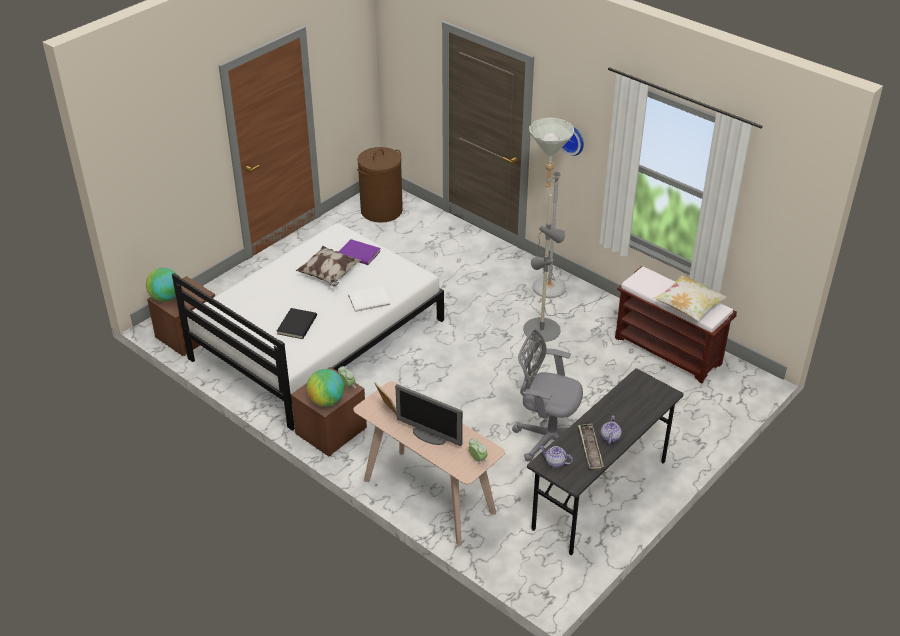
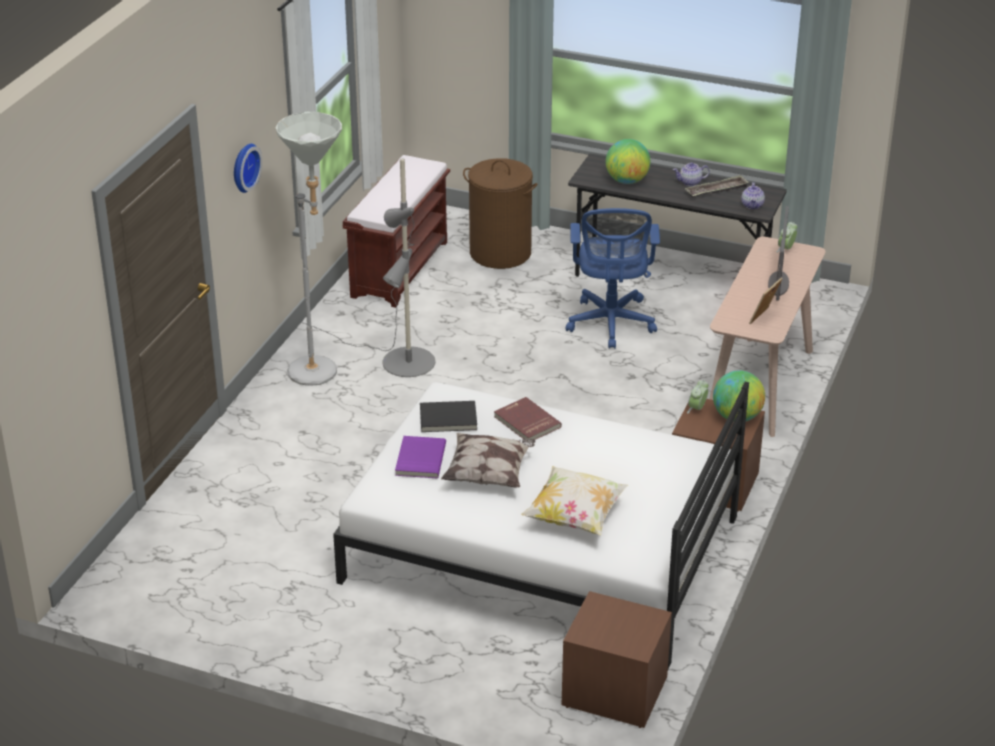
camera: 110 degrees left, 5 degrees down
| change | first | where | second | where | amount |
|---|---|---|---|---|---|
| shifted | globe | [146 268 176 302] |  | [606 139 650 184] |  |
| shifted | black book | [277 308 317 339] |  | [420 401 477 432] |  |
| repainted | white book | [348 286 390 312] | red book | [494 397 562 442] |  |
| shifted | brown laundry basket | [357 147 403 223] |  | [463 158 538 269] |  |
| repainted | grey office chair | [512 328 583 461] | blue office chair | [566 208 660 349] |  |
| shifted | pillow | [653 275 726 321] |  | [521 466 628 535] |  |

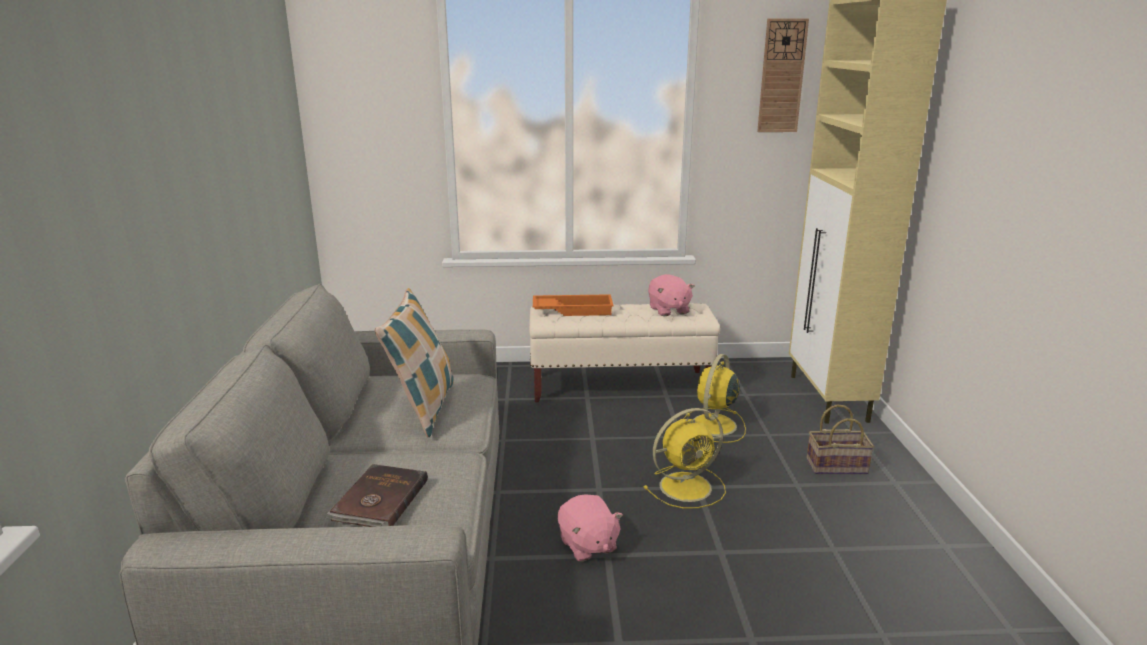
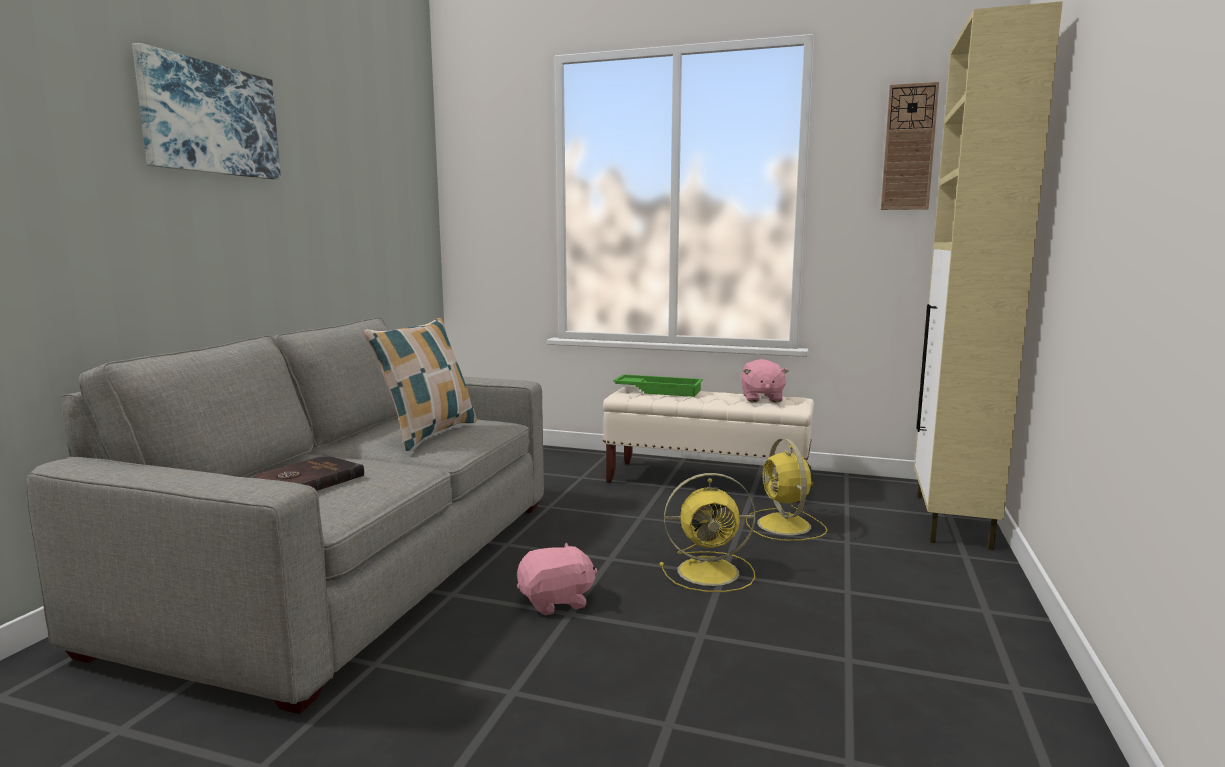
camera: 20 degrees right, 10 degrees down
| change | first | where | second | where | amount |
|---|---|---|---|---|---|
| repainted | orange tray | [533 294 614 316] | green tray | [613 374 703 397] |  |
| rotated | pink plush toy | [558 494 623 562] |  | [517 542 597 616] | 105 degrees counterclockwise |
| rotated | yellow fan | [683 354 746 443] |  | [746 438 827 541] | 60 degrees counterclockwise |
| gone | basket | [806 404 874 474] |  |  |  |
| new |  |  | picture | [132 43 281 179] |  |

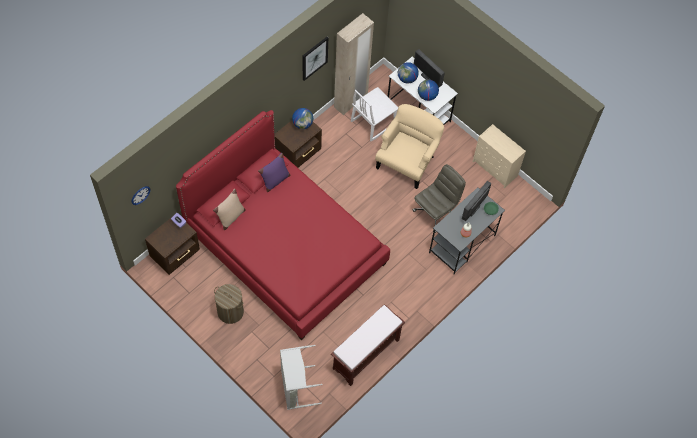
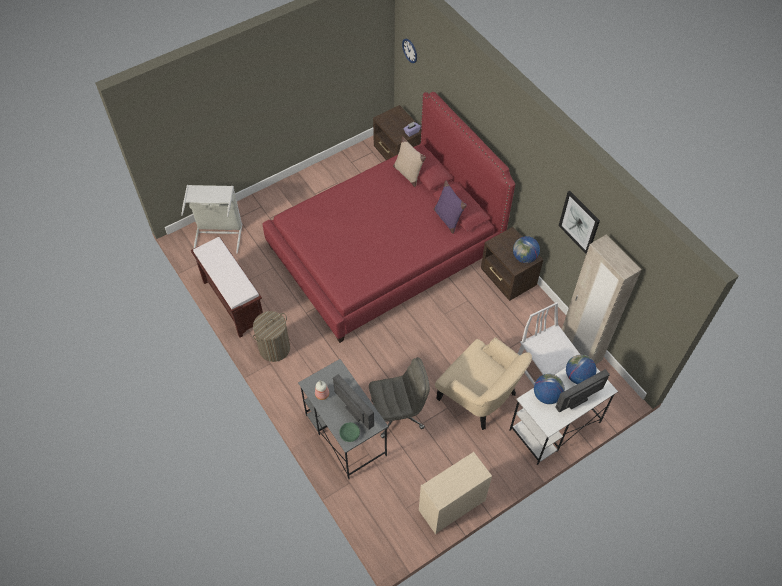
camera: 105 degrees right, 5 degrees down
| change | first | where | second | where | amount |
|---|---|---|---|---|---|
| shifted | laundry basket | [214 284 244 324] |  | [253 311 290 362] |  |
| rotated | grey office chair | [412 164 466 233] |  | [369 357 430 438] | 75 degrees counterclockwise |

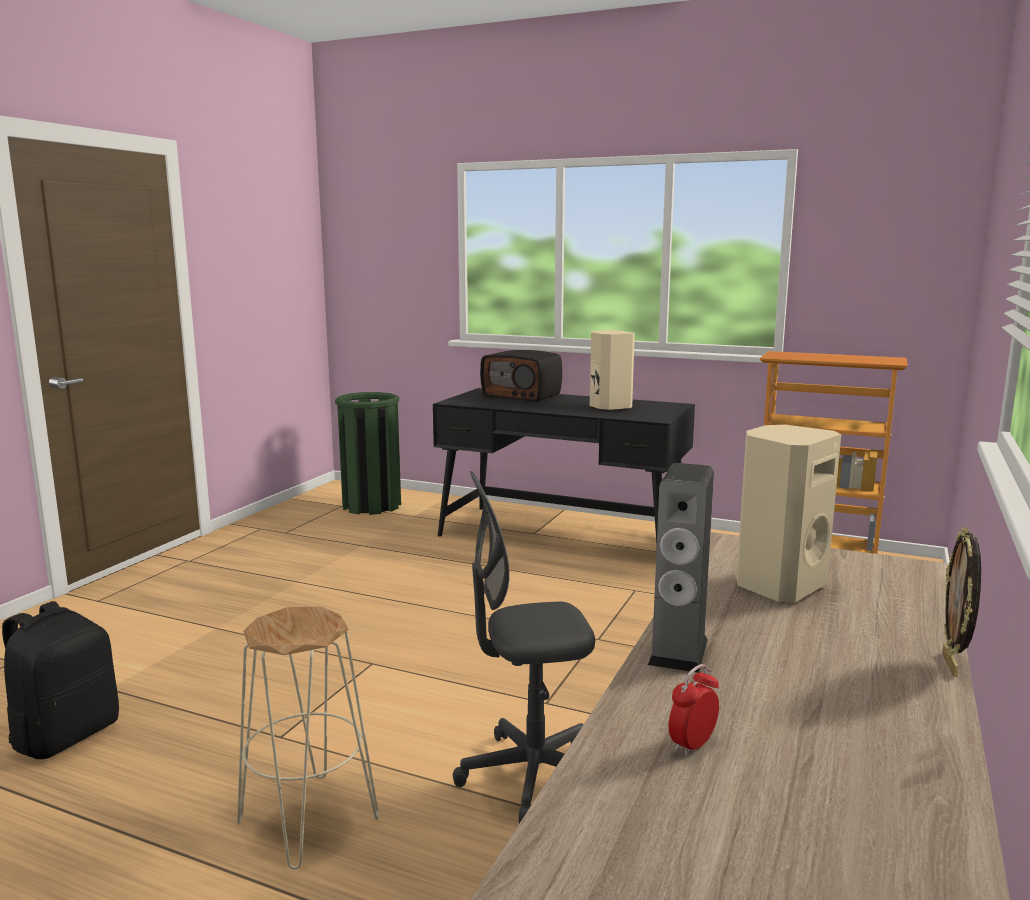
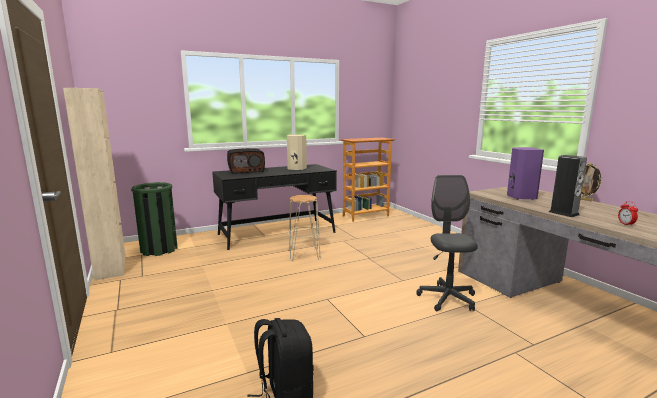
camera: 50 degrees left, 0 degrees up
| change | first | where | second | where | amount |
|---|---|---|---|---|---|
| shifted | beige stool | [237 607 379 870] |  | [288 195 320 261] |  |
| rotated | grey office chair | [453 471 595 823] |  | [416 175 478 312] | 150 degrees clockwise |
| repainted | beige speaker | [737 425 841 603] | purple speaker | [507 147 544 200] |  |
| new |  |  | beige cabinet | [63 88 126 280] |  |

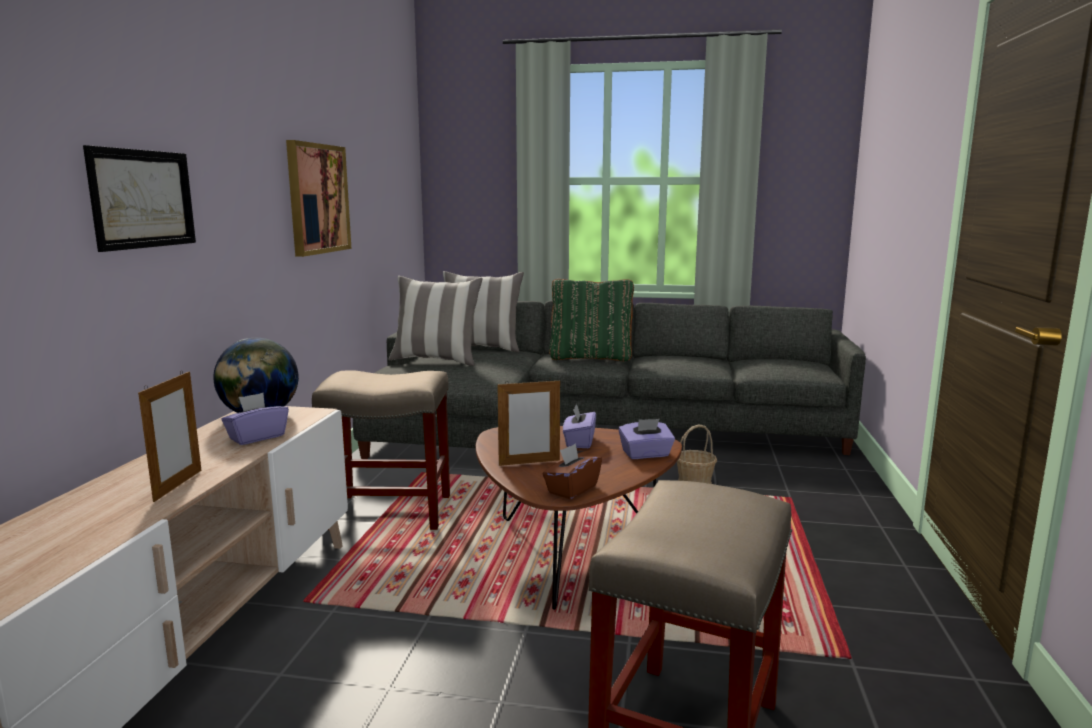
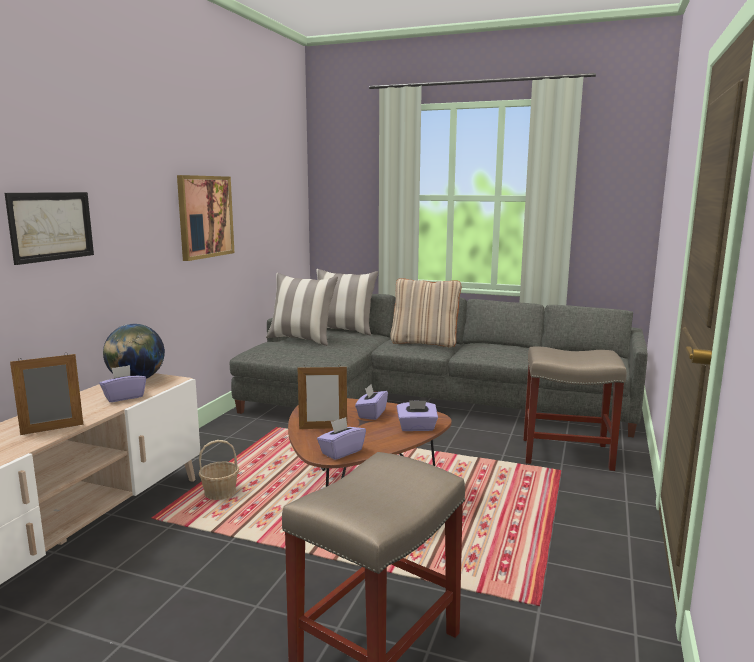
camera: 10 degrees right, 0 degrees up
| change | first | where | second | where | amount |
|---|---|---|---|---|---|
| rotated | picture frame | [138 371 201 502] |  | [10 353 83 435] | 135 degrees counterclockwise |
| shifted | beige stool | [312 370 450 530] |  | [523 346 627 471] |  |
| repainted | brown tissue box | [543 443 602 499] | purple tissue box | [317 417 366 460] |  |
| repainted | green pillow | [549 279 634 361] | beige pillow | [390 278 461 348] |  |
| shifted | basket | [677 424 717 484] |  | [199 440 239 500] |  |

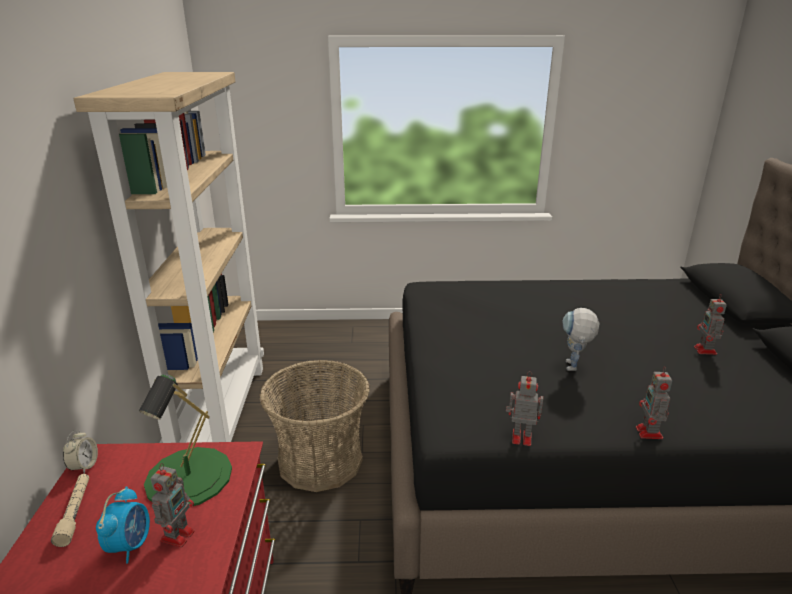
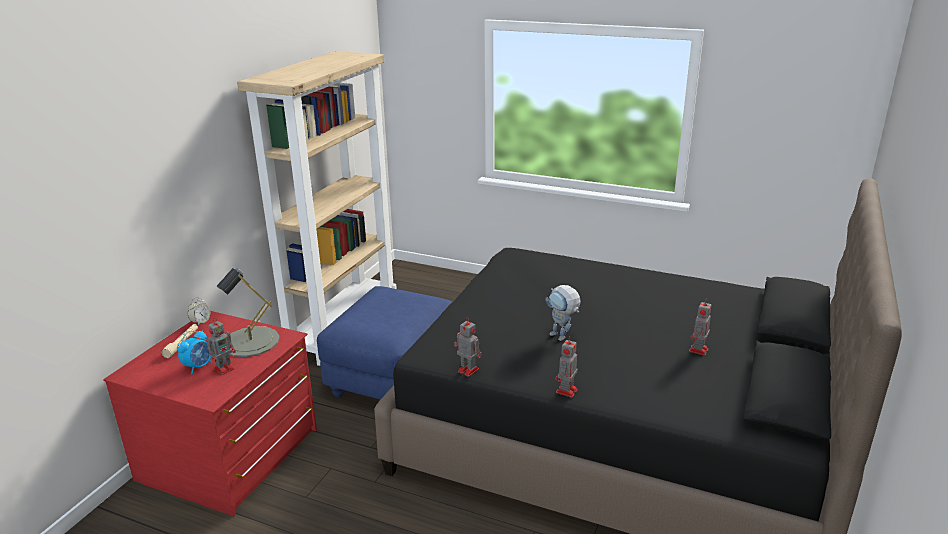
camera: 25 degrees right, 0 degrees up
| change | first | where | second | where | amount |
|---|---|---|---|---|---|
| repainted | green table lamp | [139 374 232 506] | grey table lamp | [217 268 280 357] |  |
| swapped | basket | [259 360 370 492] | blue ottoman | [317 286 452 400] |  |
| rotated | toy robot | [563 308 600 371] |  | [545 285 581 341] | 75 degrees counterclockwise |

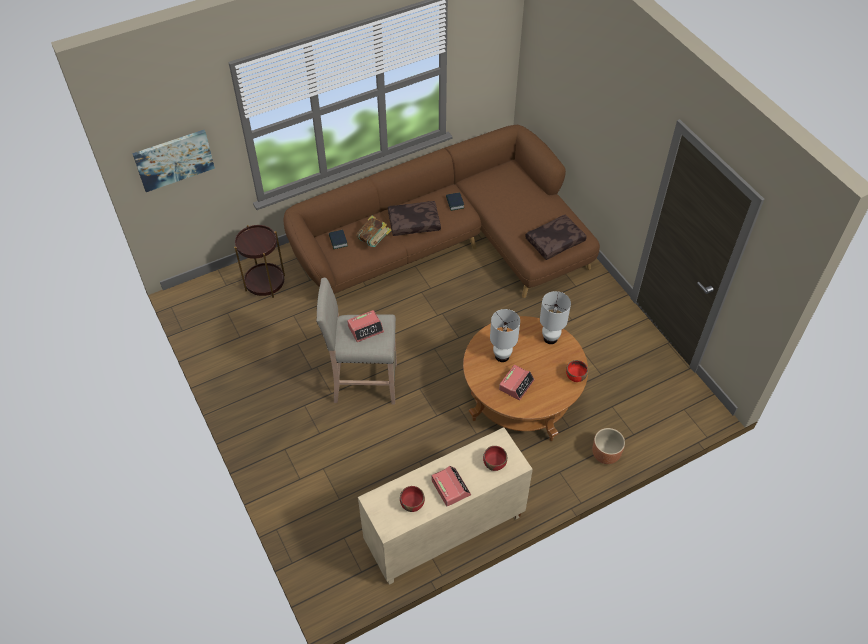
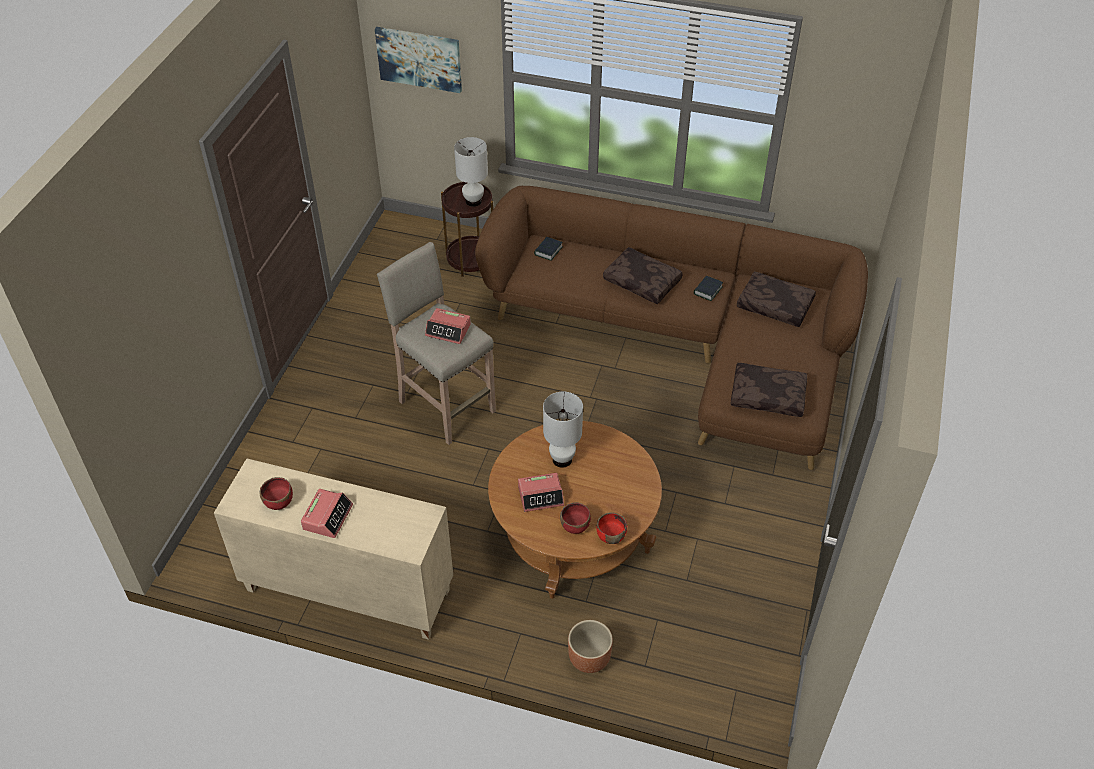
camera: 45 degrees right, 5 degrees down
| change | first | where | second | where | amount |
|---|---|---|---|---|---|
| gone | book | [356 216 391 247] |  |  |  |
| shifted | red bowl | [483 446 507 471] |  | [560 502 591 534] |  |
| shifted | white table lamp | [540 291 571 344] |  | [454 137 488 207] |  |
| new |  |  | brown pillow | [737 272 816 327] |  |

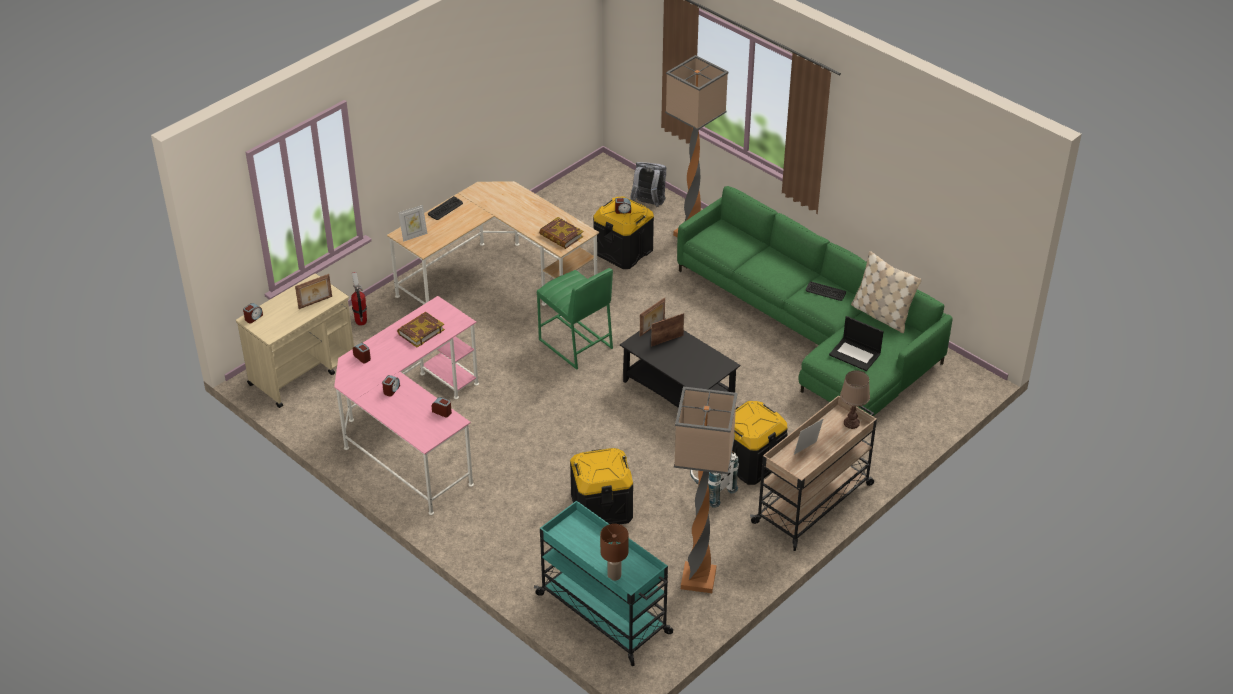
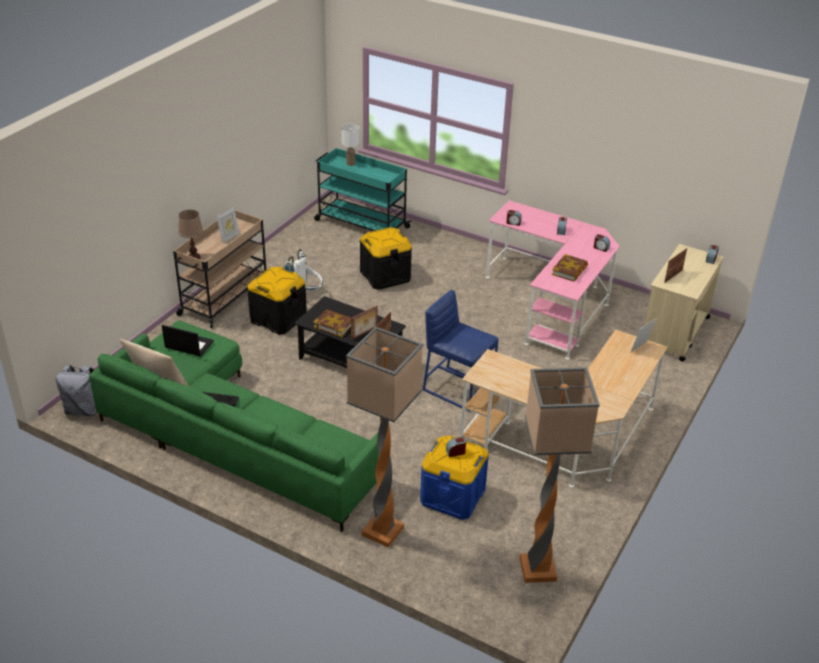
camera: 165 degrees right, 5 degrees down
| change | first | where | second | where | amount |
|---|---|---|---|---|---|
| gone | fire extinguisher | [351 272 367 326] |  |  |  |
| gone | keyboard | [428 196 463 220] |  |  |  |
| repainted | green stool | [537 268 613 370] | blue stool | [423 290 499 412] |  |
| shifted | book | [539 217 583 249] |  | [313 309 351 337] |  |
| repainted | black storage box | [593 196 654 269] | blue storage box | [420 435 489 520] |  |
| repainted | brown table lamp | [600 524 629 581] | white table lamp | [341 124 360 166] |  |
| shifted | grey backpack | [631 162 667 207] |  | [56 365 96 416] |  |
| shifted | floor lamp | [674 387 737 593] |  | [520 367 600 583] |  |

